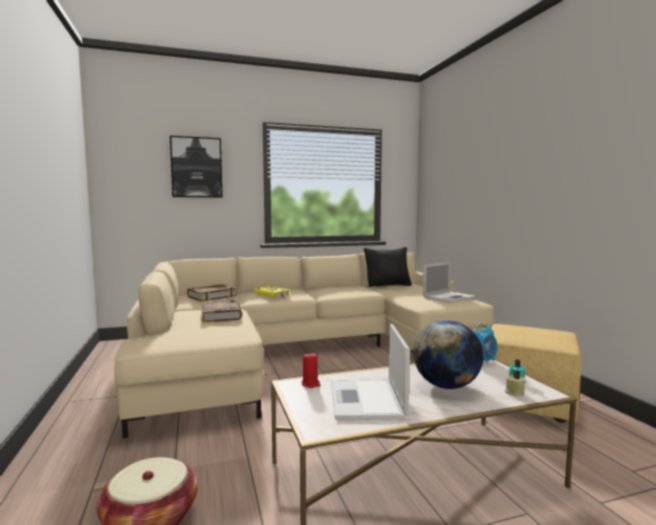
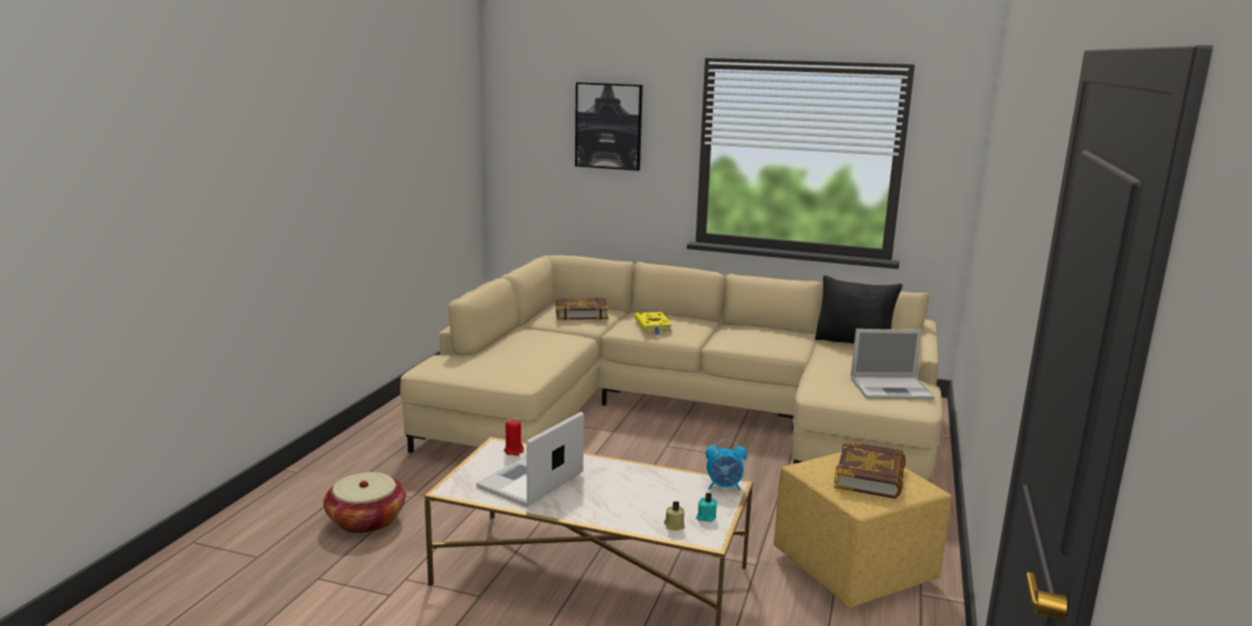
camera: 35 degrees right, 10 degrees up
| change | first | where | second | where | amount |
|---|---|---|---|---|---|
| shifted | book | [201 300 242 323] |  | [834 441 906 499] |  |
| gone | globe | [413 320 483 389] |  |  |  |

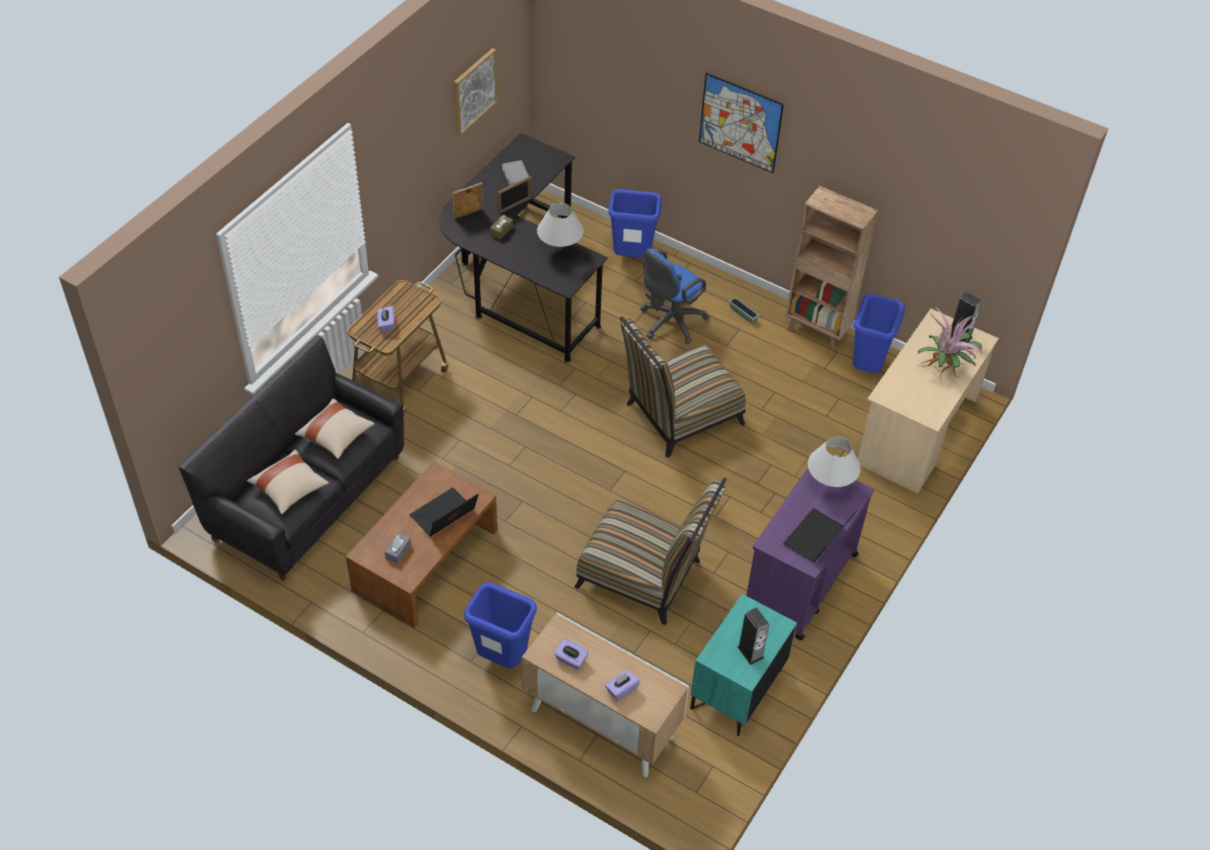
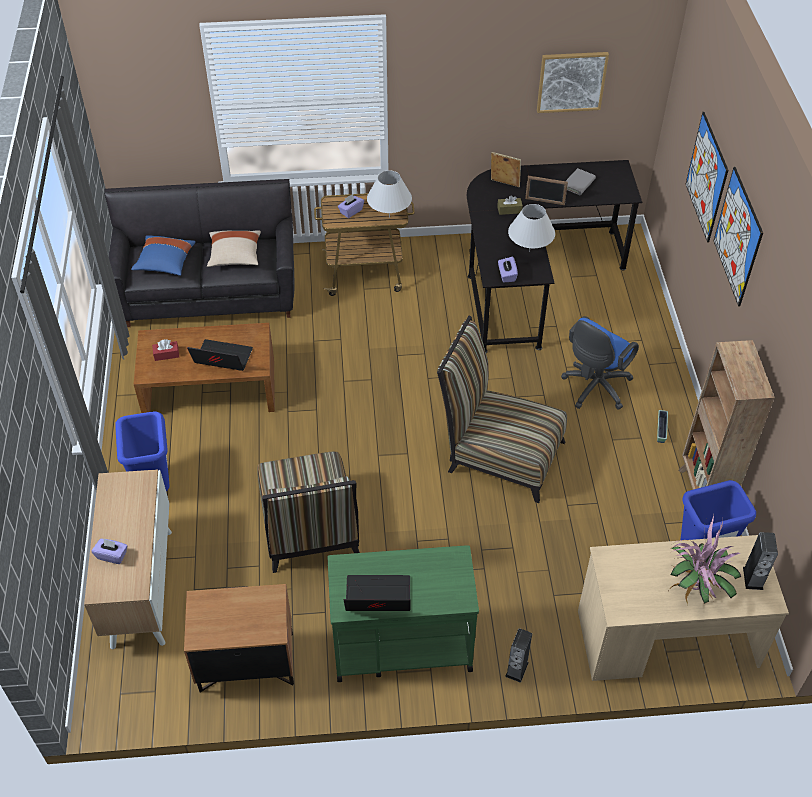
camera: 55 degrees right, 0 degrees up
| change | first | where | second | where | amount |
|---|---|---|---|---|---|
| repainted | beige pillow | [247 449 329 514] | blue pillow | [131 235 196 276] |  |
| repainted | grey tissue box | [385 533 411 564] | red tissue box | [152 339 179 361] |  |
| shifted | purple tissue box | [554 638 589 670] |  | [498 257 518 283] |  |
| gone | blue trash can | [608 189 662 258] |  |  |  |
| rotated | blue office chair | [641 249 709 344] |  | [561 316 639 410] | 60 degrees counterclockwise |
| repainted | turquoise nightstand | [690 594 797 736] | brown nightstand | [184 584 294 693] |  |
| shifted | speaker | [737 608 769 665] |  | [505 628 532 683] |  |
| repainted | purple cart | [746 468 874 640] | green cart | [327 545 479 682] |  |
| shifted | white table lamp | [808 437 861 487] |  | [367 170 412 217] |  |
| new |  |  | picture | [686 112 728 243] |  |

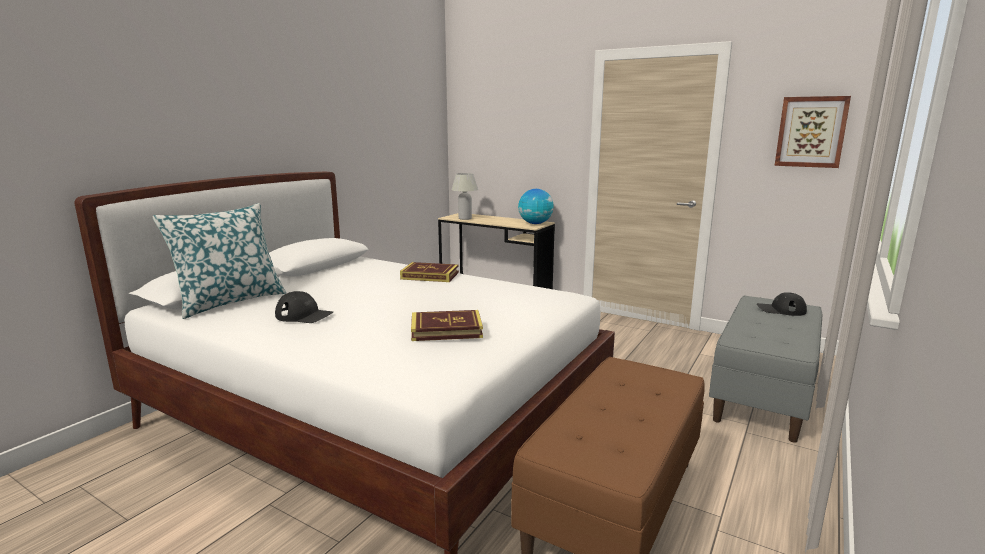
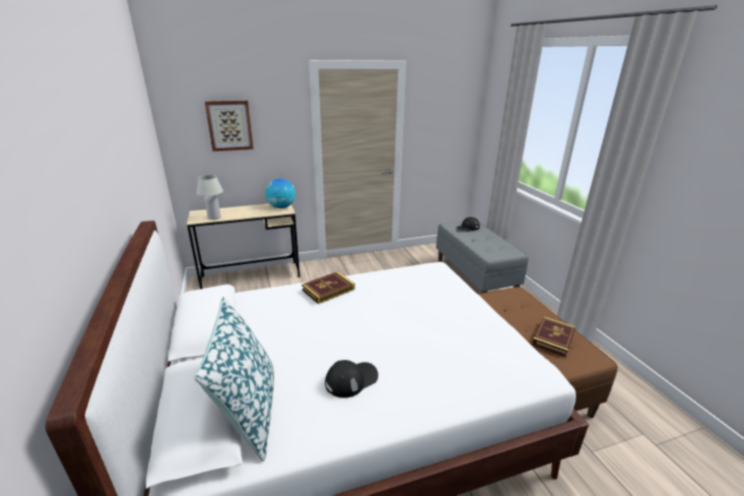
camera: 50 degrees left, 10 degrees up
| change | first | where | second | where | amount |
|---|---|---|---|---|---|
| shifted | book | [411 310 483 341] |  | [532 317 576 357] |  |
| shifted | picture | [775 96 851 168] |  | [205 100 253 151] |  |

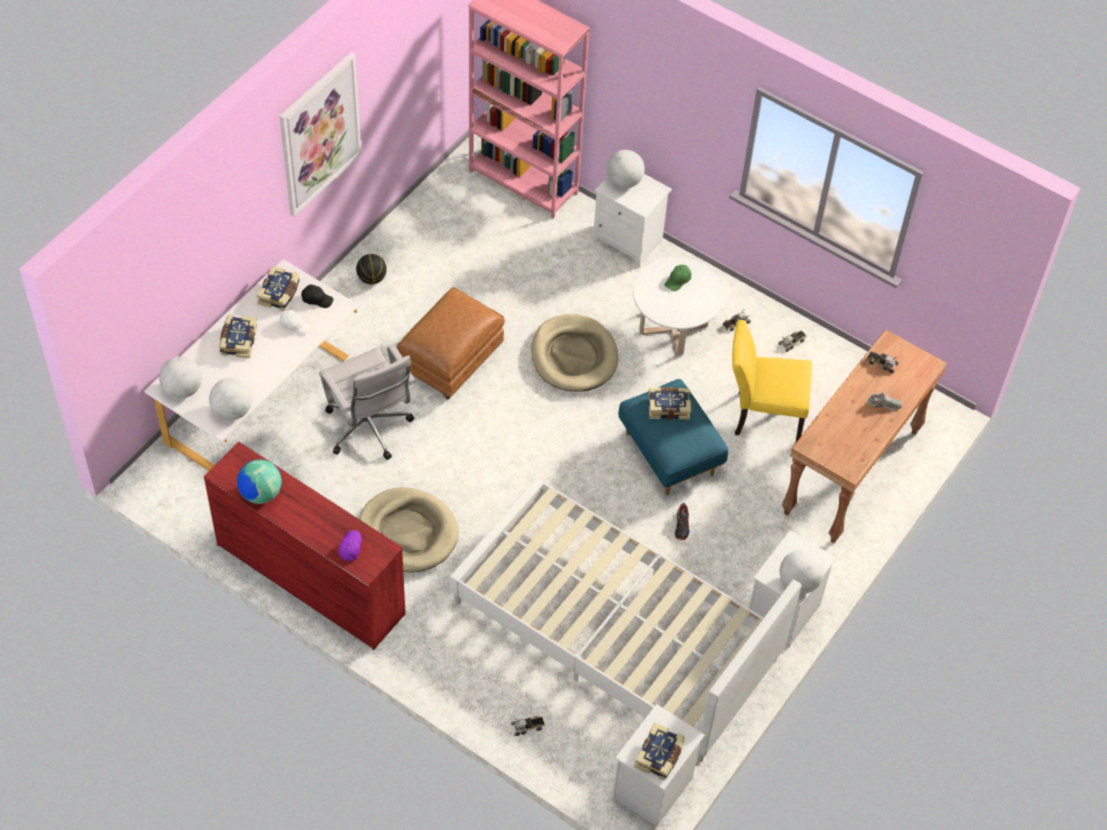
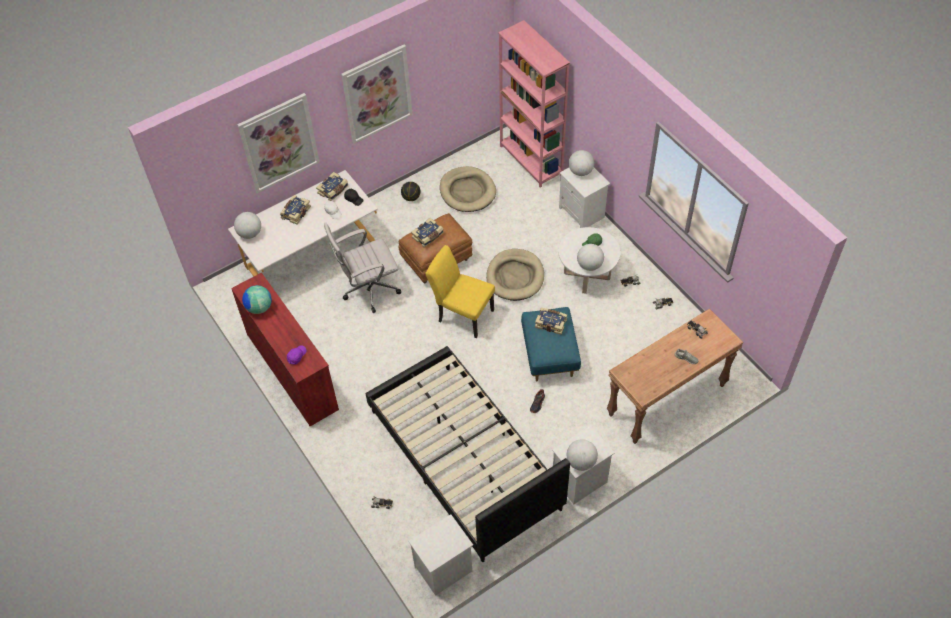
camera: 25 degrees right, 0 degrees up
| change | first | where | second | where | amount |
|---|---|---|---|---|---|
| shifted | globe | [209 378 252 420] |  | [577 244 604 271] |  |
| rotated | white office chair | [319 345 415 460] |  | [324 222 401 313] | 75 degrees clockwise |
| shifted | beige dog bed | [359 487 459 572] |  | [440 166 496 212] |  |
| repainted | white bed | [450 478 801 762] | black bed | [366 346 570 562] |  |
| shifted | book | [634 722 685 780] |  | [411 218 443 247] |  |
| shifted | yellow chair | [732 320 812 442] |  | [425 245 495 338] |  |
| new |  |  | picture | [237 93 320 193] |  |

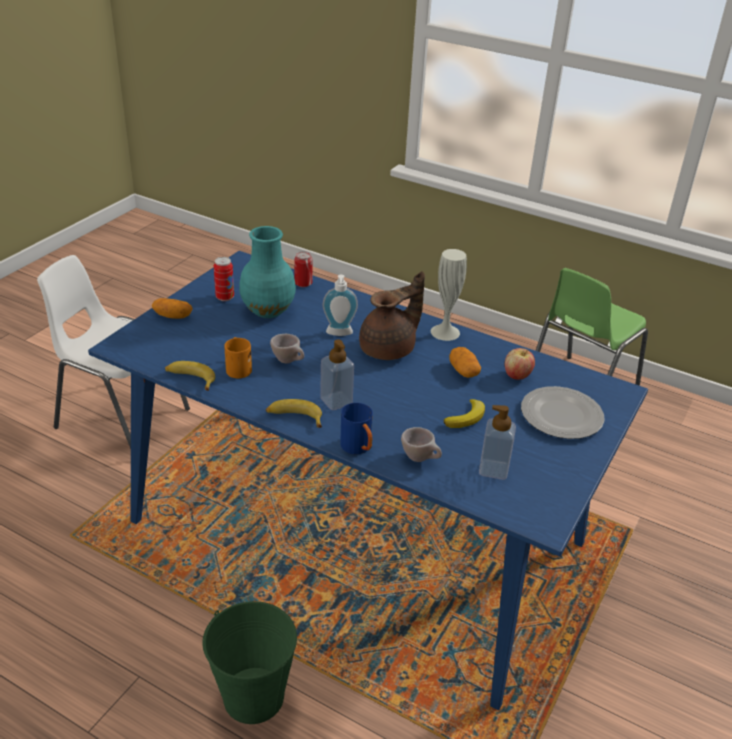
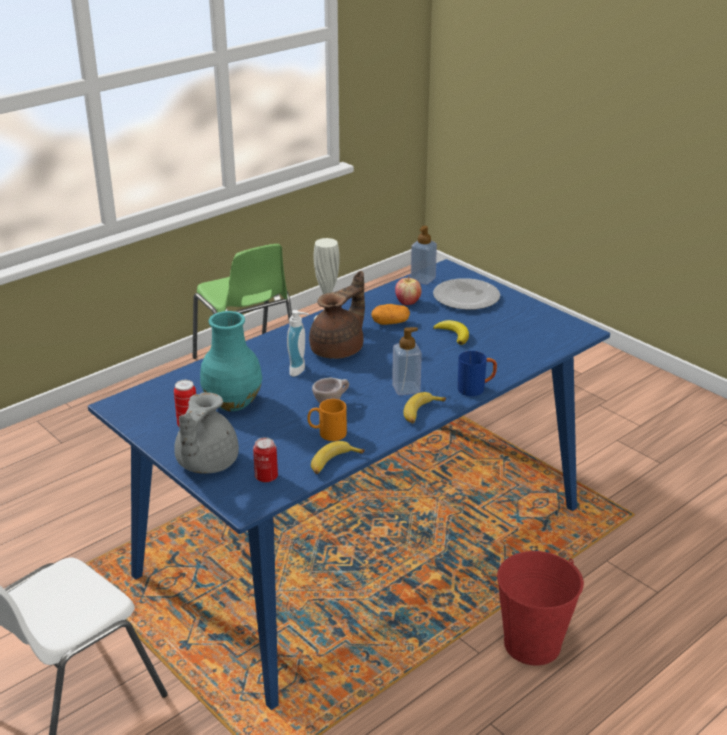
camera: 70 degrees left, 5 degrees down
| change | first | where | second | where | amount |
|---|---|---|---|---|---|
| swapped | potato | [152 298 193 319] | grey teapot | [174 392 239 473] |  |
| repainted | green bucket | [202 601 297 724] | red bucket | [497 551 584 665] |  |
| shifted | can | [294 251 312 287] |  | [253 437 278 482] |  |
| rotated | brown teapot | [359 271 425 360] |  | [309 271 365 359] | 60 degrees clockwise |
| gone | beige cup | [401 427 442 462] |  |  |  |
| shifted | soap dispenser | [479 405 516 480] |  | [411 226 437 285] |  |

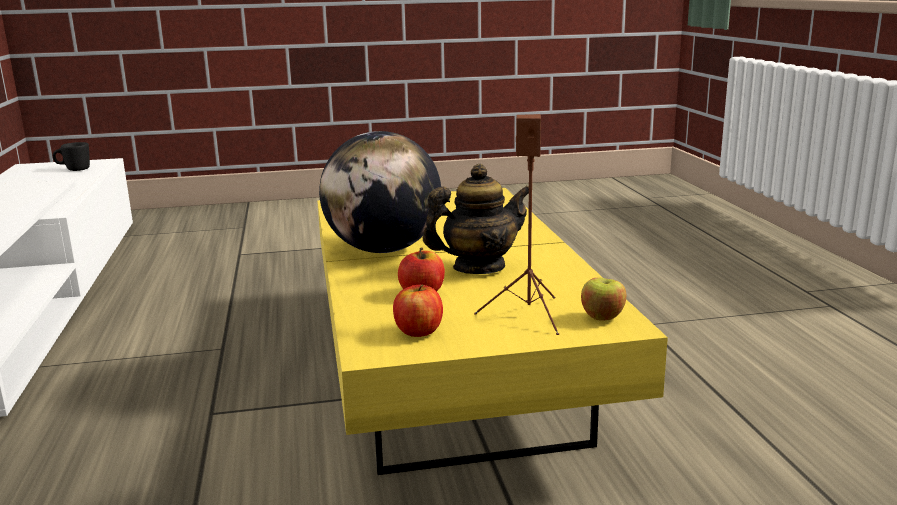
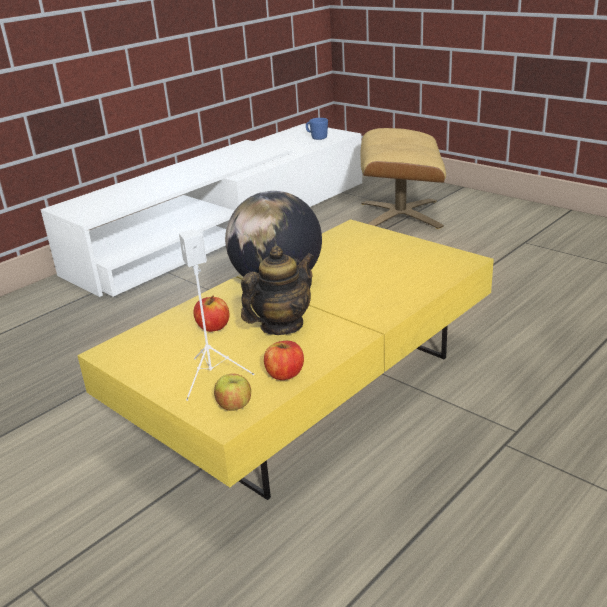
camera: 55 degrees right, 10 degrees up
| change | first | where | second | where | amount |
|---|---|---|---|---|---|
| repainted | black mug | [53 142 90 171] | blue mug | [306 118 328 140] |  |
| shifted | apple | [393 285 443 337] |  | [264 341 304 380] |  |
| rotated | teapot | [423 164 529 274] |  | [241 246 314 335] | 75 degrees counterclockwise |
| repainted | brown speaker | [474 114 559 335] | white speaker | [179 229 254 401] |  |
| new |  |  | beige ottoman | [360 128 446 229] |  |

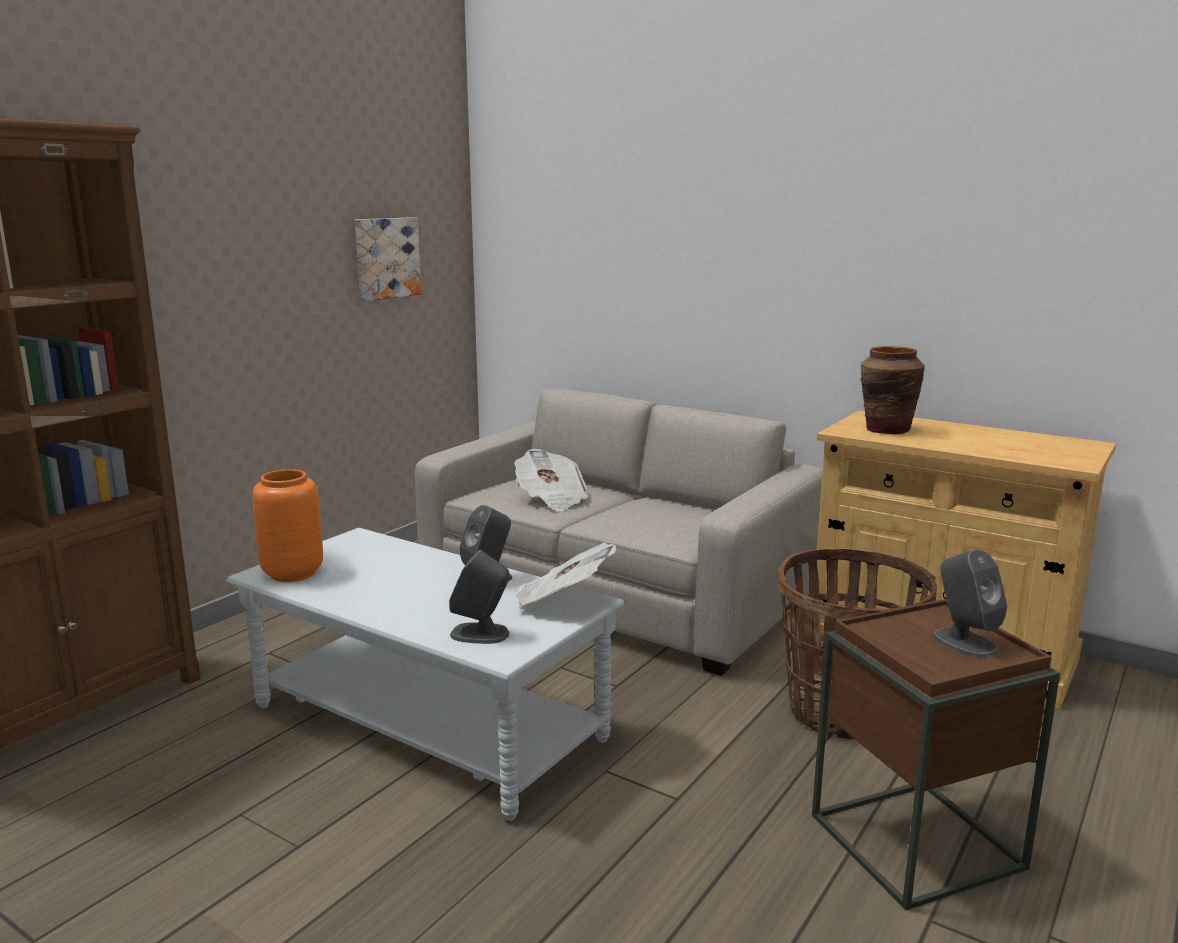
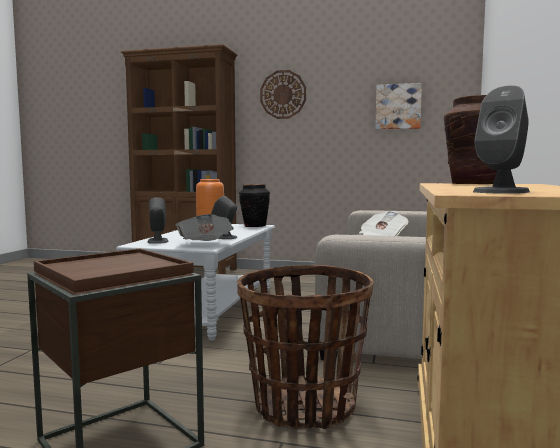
camera: 70 degrees right, 10 degrees down
| change | first | where | second | where | amount |
|---|---|---|---|---|---|
| shifted | grey speaker | [932 549 1007 658] |  | [473 85 530 194] |  |
| new |  |  | black vase | [239 184 270 227] |  |
| new |  |  | wall clock | [260 70 306 119] |  |

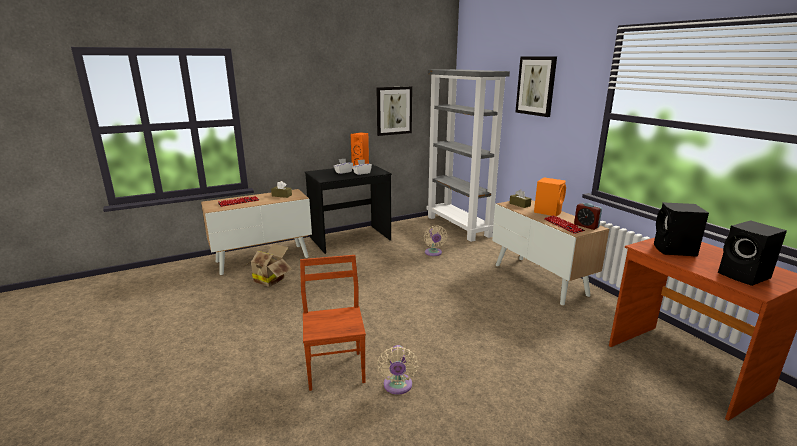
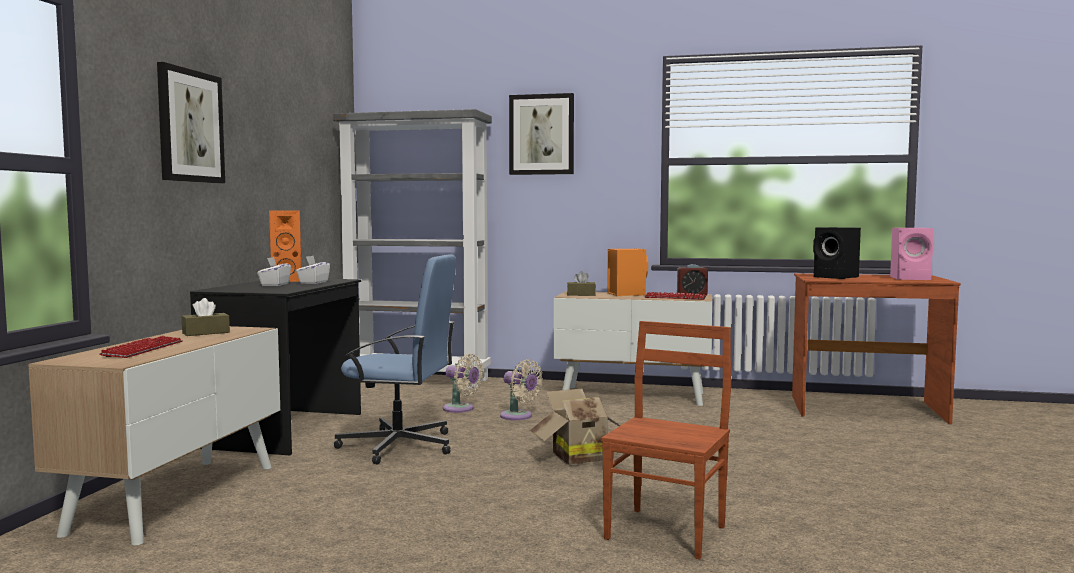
camera: 50 degrees left, 15 degrees down
| change | first | where | second | where | amount |
|---|---|---|---|---|---|
| shifted | cardboard box | [245 243 292 287] |  | [530 389 620 465] |  |
| rotated | brown chair | [300 255 366 391] |  | [601 321 731 560] | 90 degrees clockwise |
| shifted | picture | [376 86 412 136] |  | [157 62 225 183] |  |
| shifted | beige fan | [377 345 418 395] |  | [500 359 543 420] |  |
| repainted | black speaker | [718 220 787 286] | pink speaker | [890 228 934 280] |  |
| new |  |  | blue office chair | [334 255 456 464] |  |

